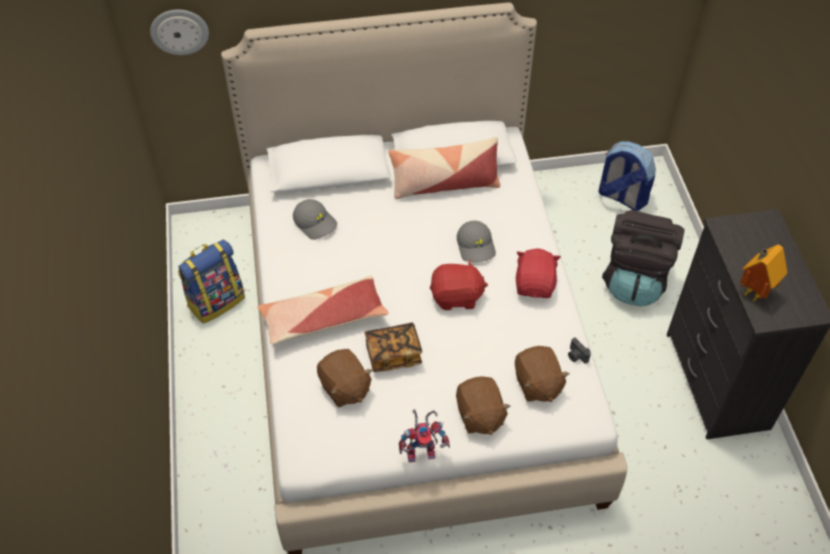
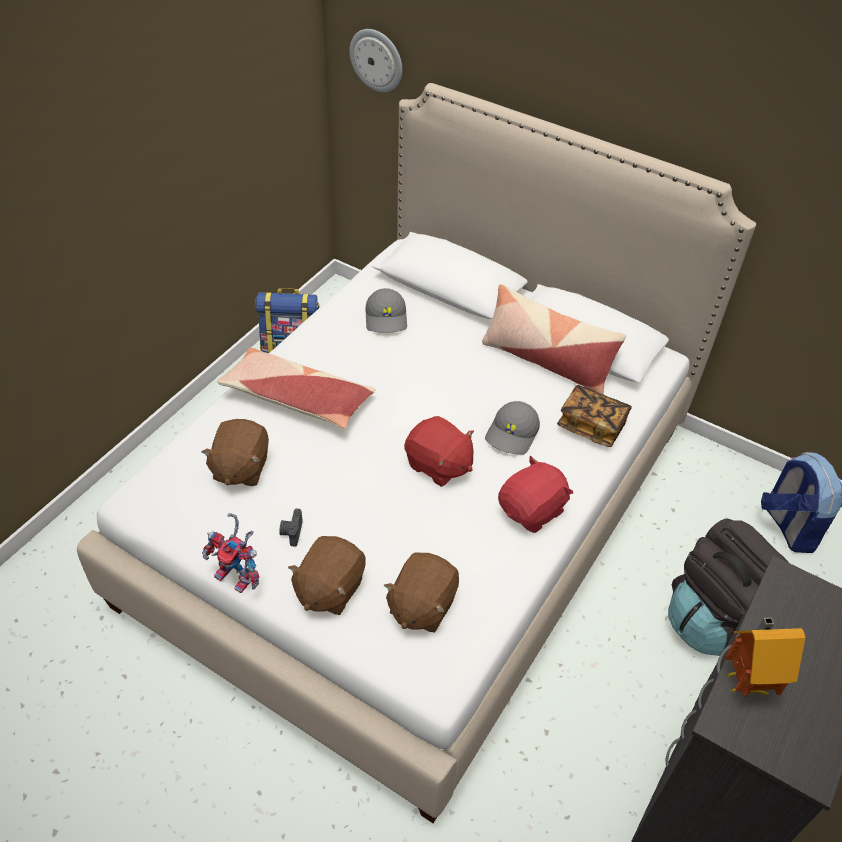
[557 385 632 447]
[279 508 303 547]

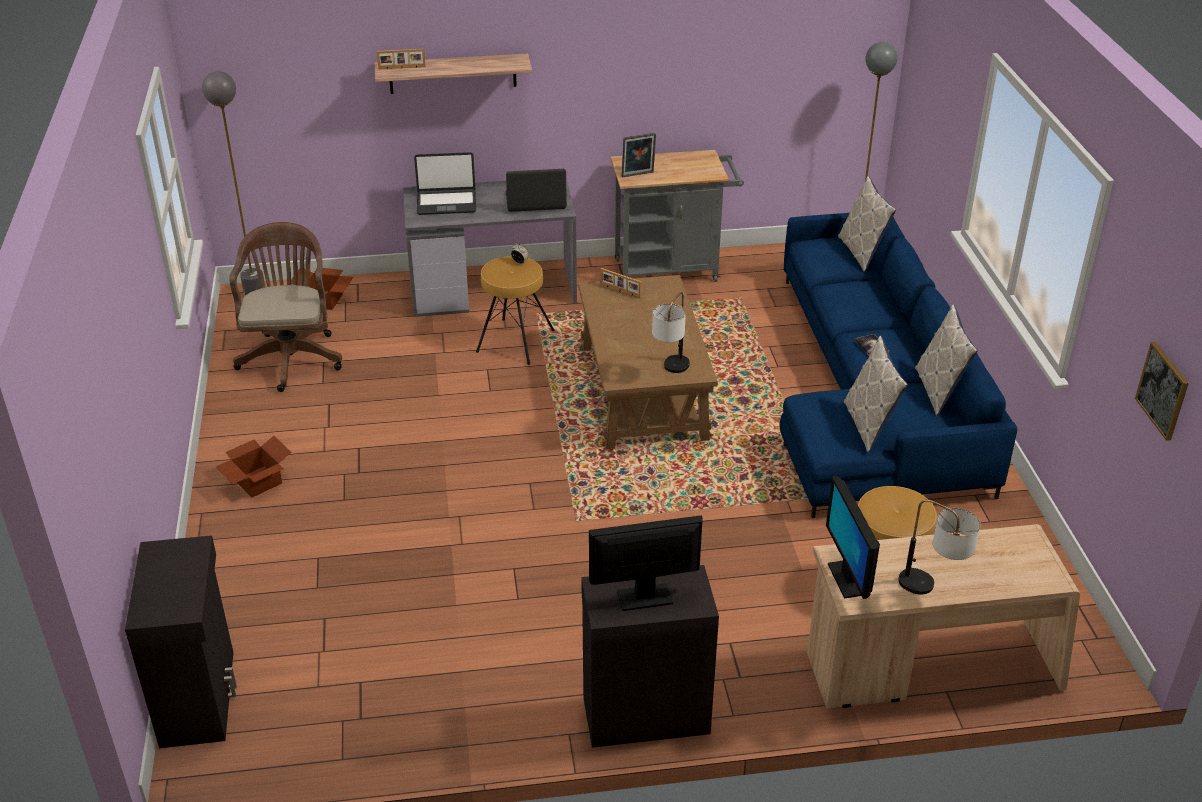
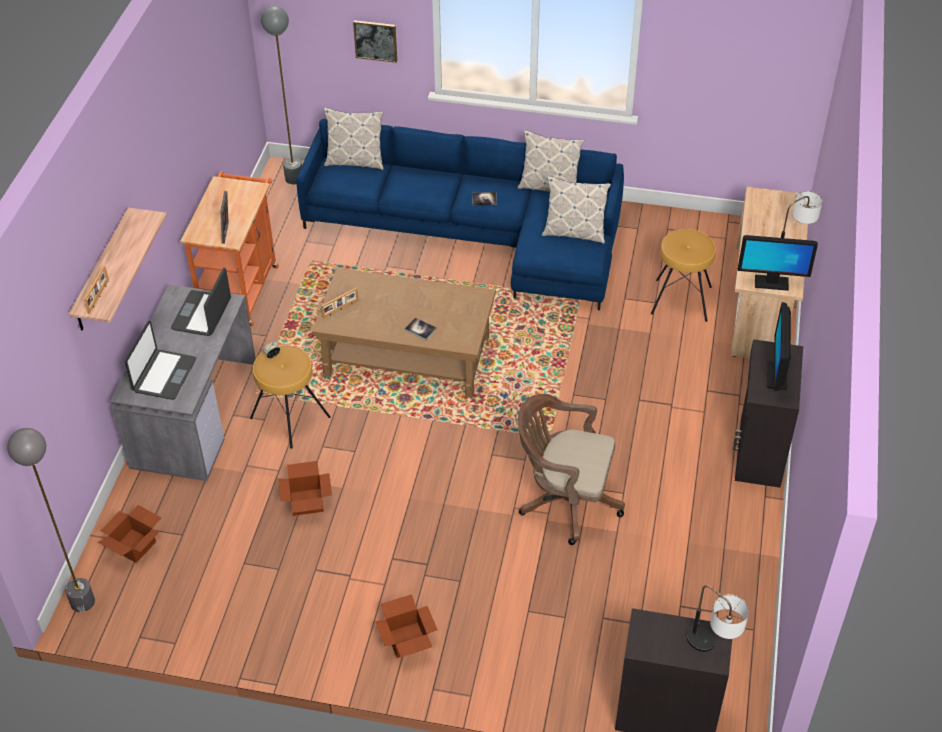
[518 394 625 545]
[180 171 279 327]
[687 585 749 652]
[353 20 397 63]
[278 461 332 516]
[404 318 437 340]

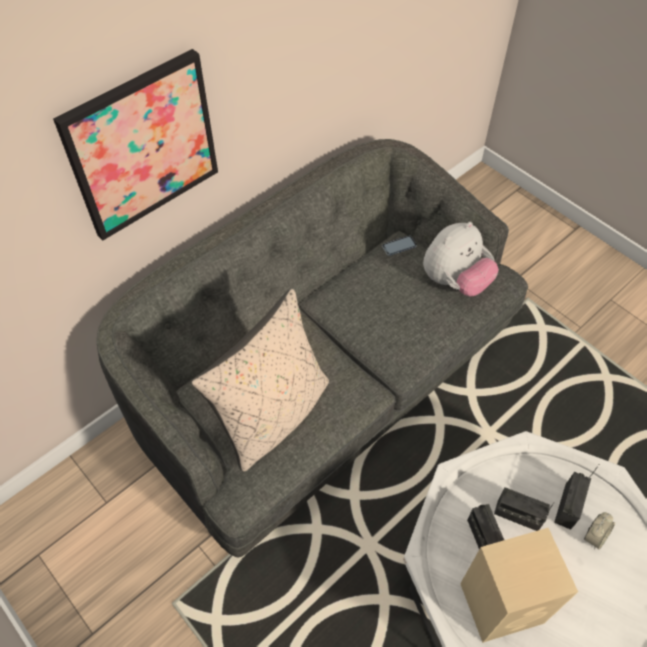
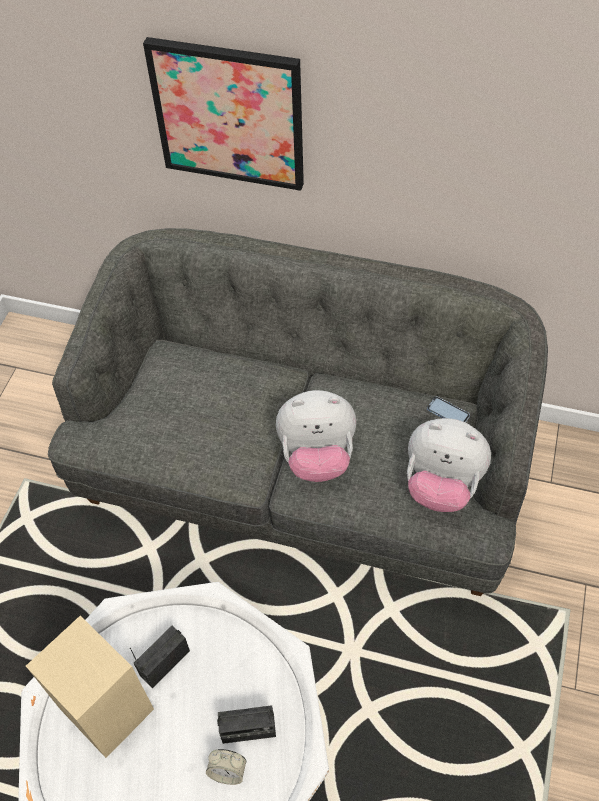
[191 289 329 472] (first image)
[494 487 554 531] (first image)
[276 390 356 482]

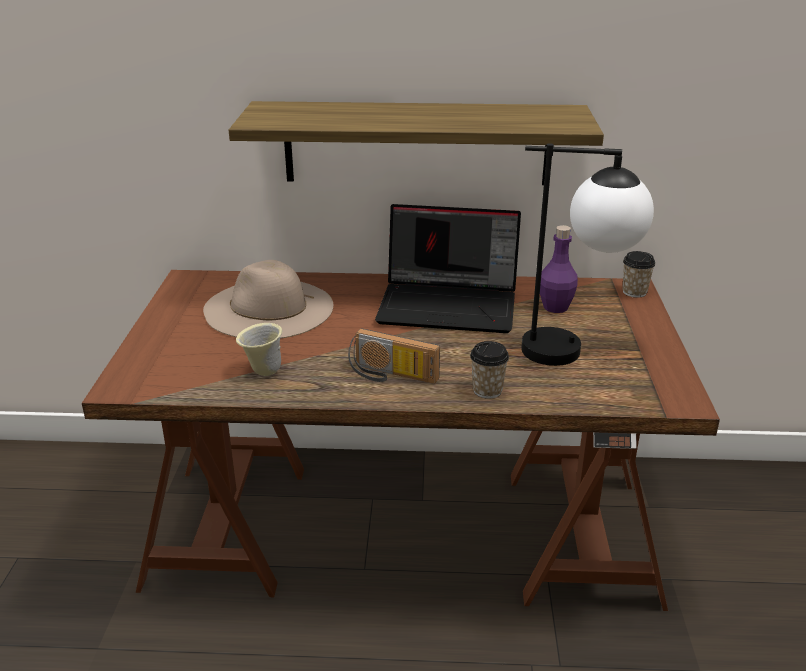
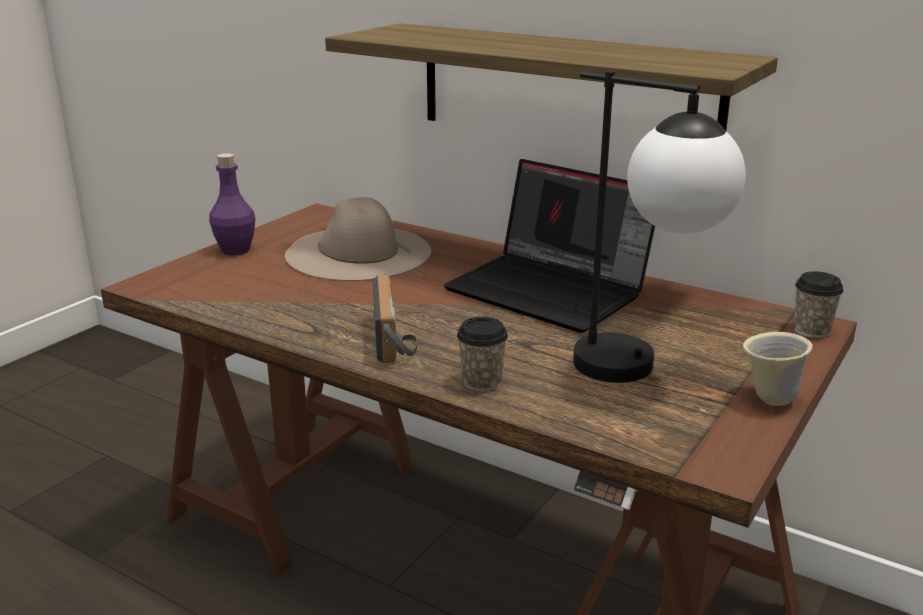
[743 332 813 406]
[373 275 417 363]
[209 153 255 255]

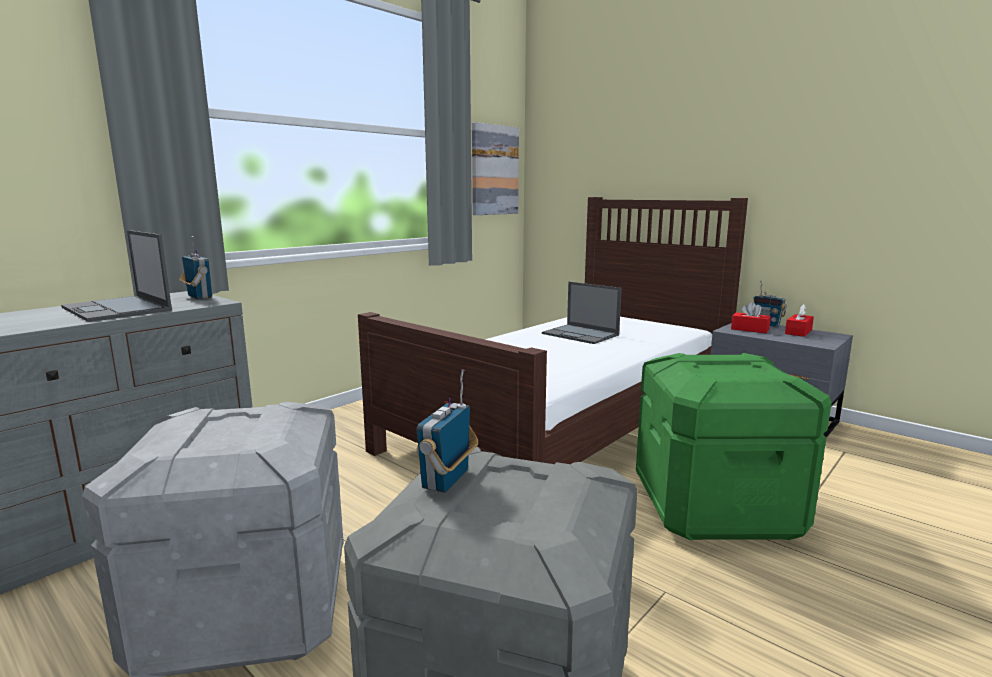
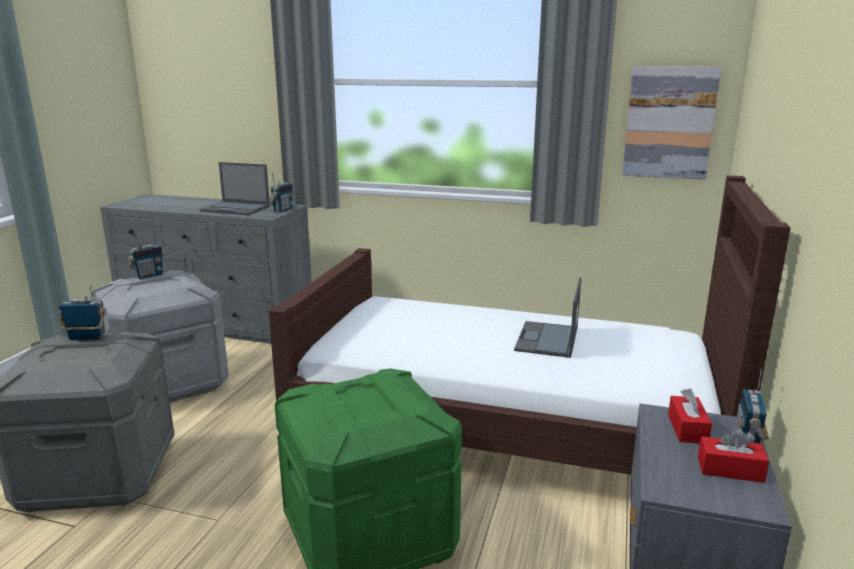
[199 162 270 215]
[128 234 164 279]

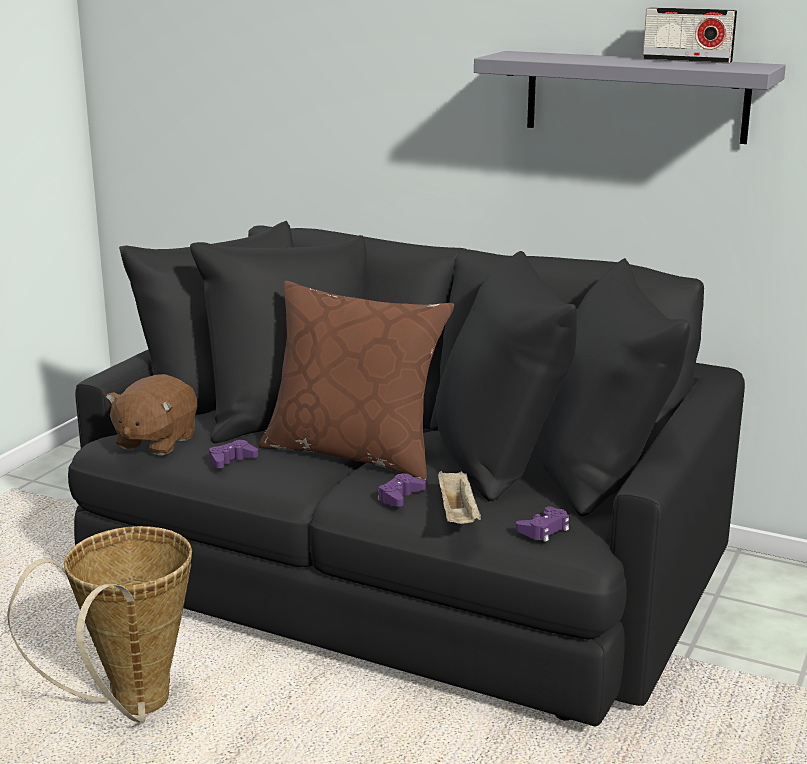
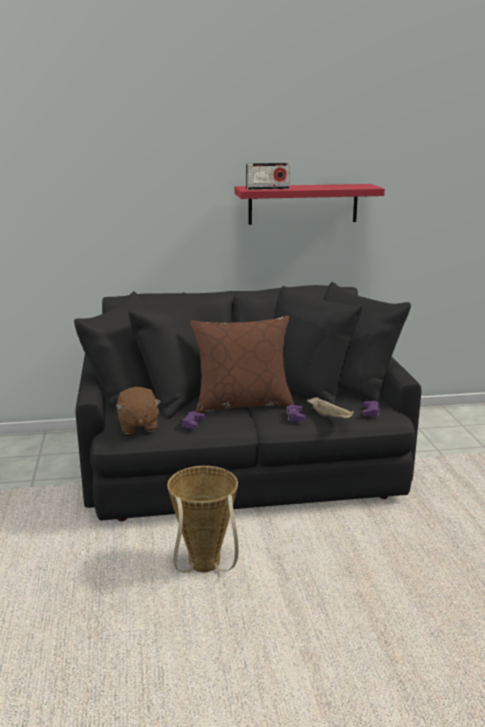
[234 184 385 225]
[246 163 290 190]

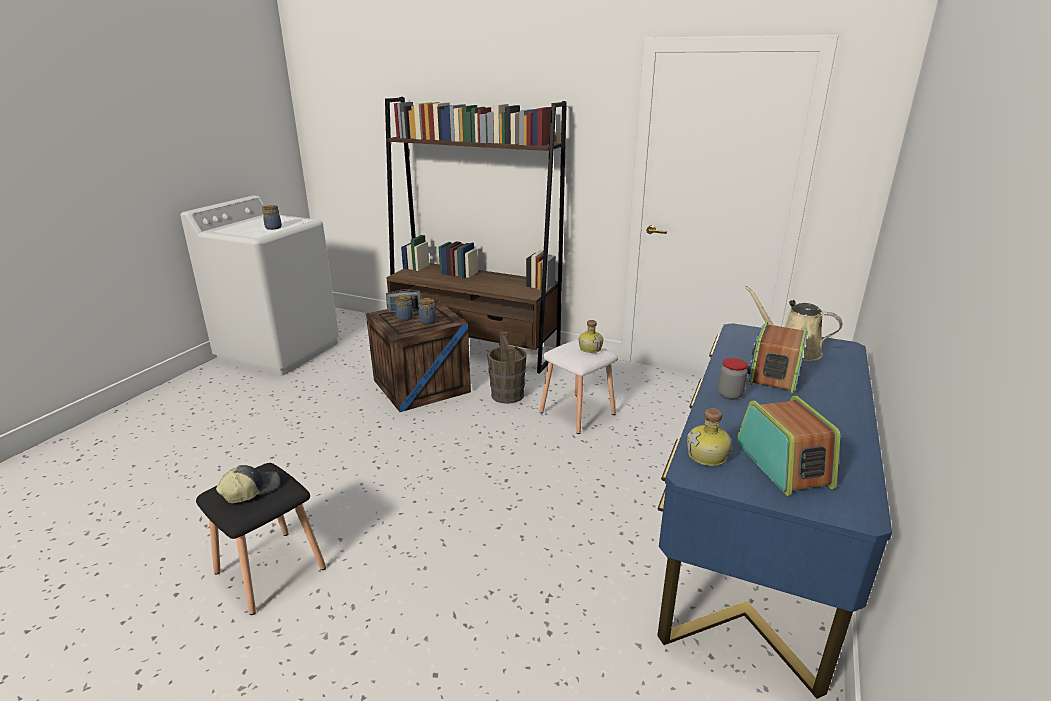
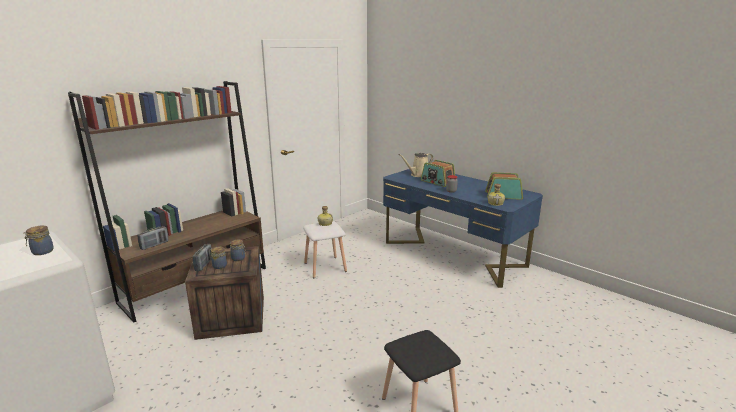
[216 465 280 503] (first image)
[487 332 527 404] (first image)
[137 226 169 250]

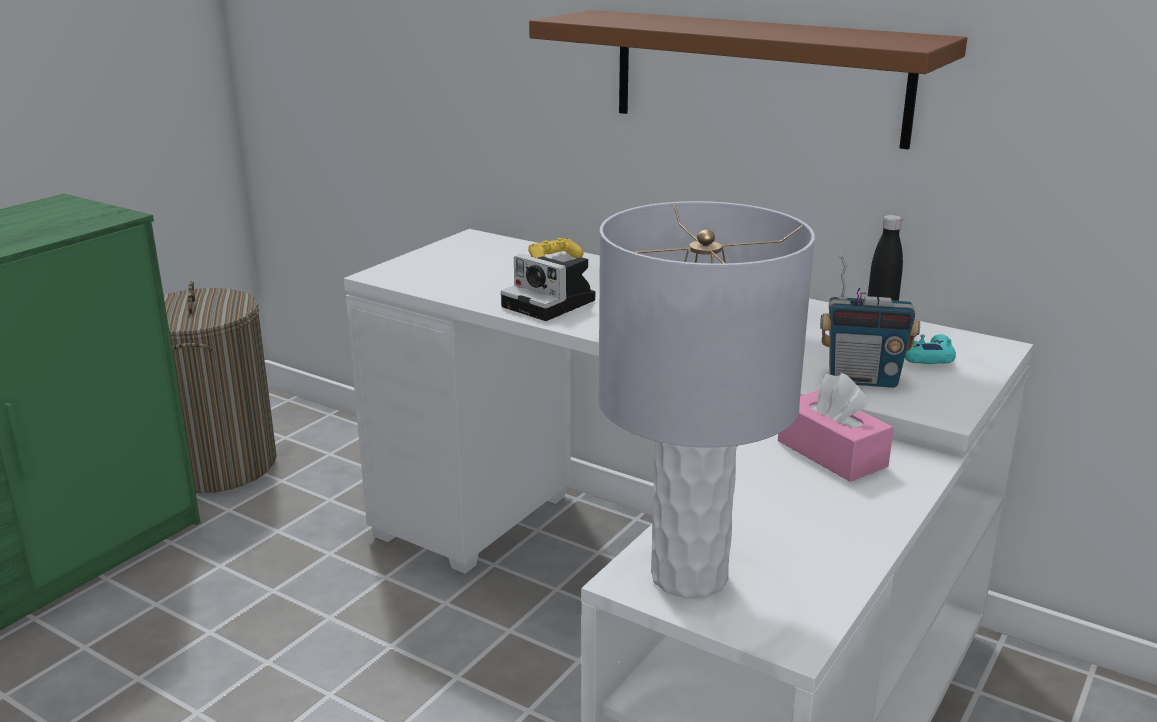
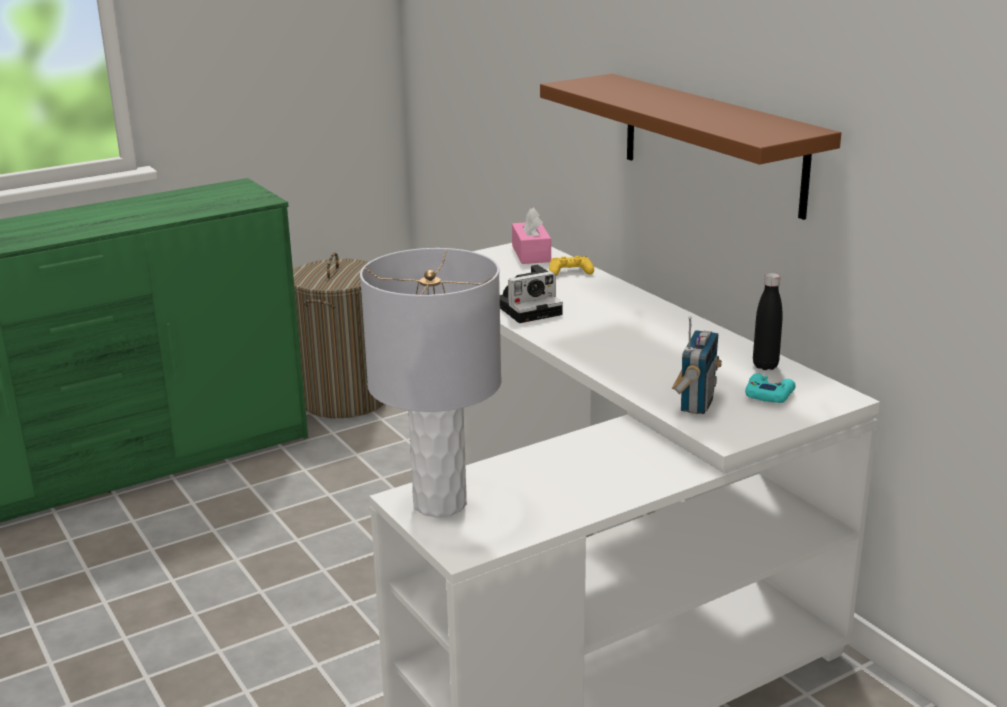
[500 265 563 323]
[512 208 551 264]
[672 316 722 414]

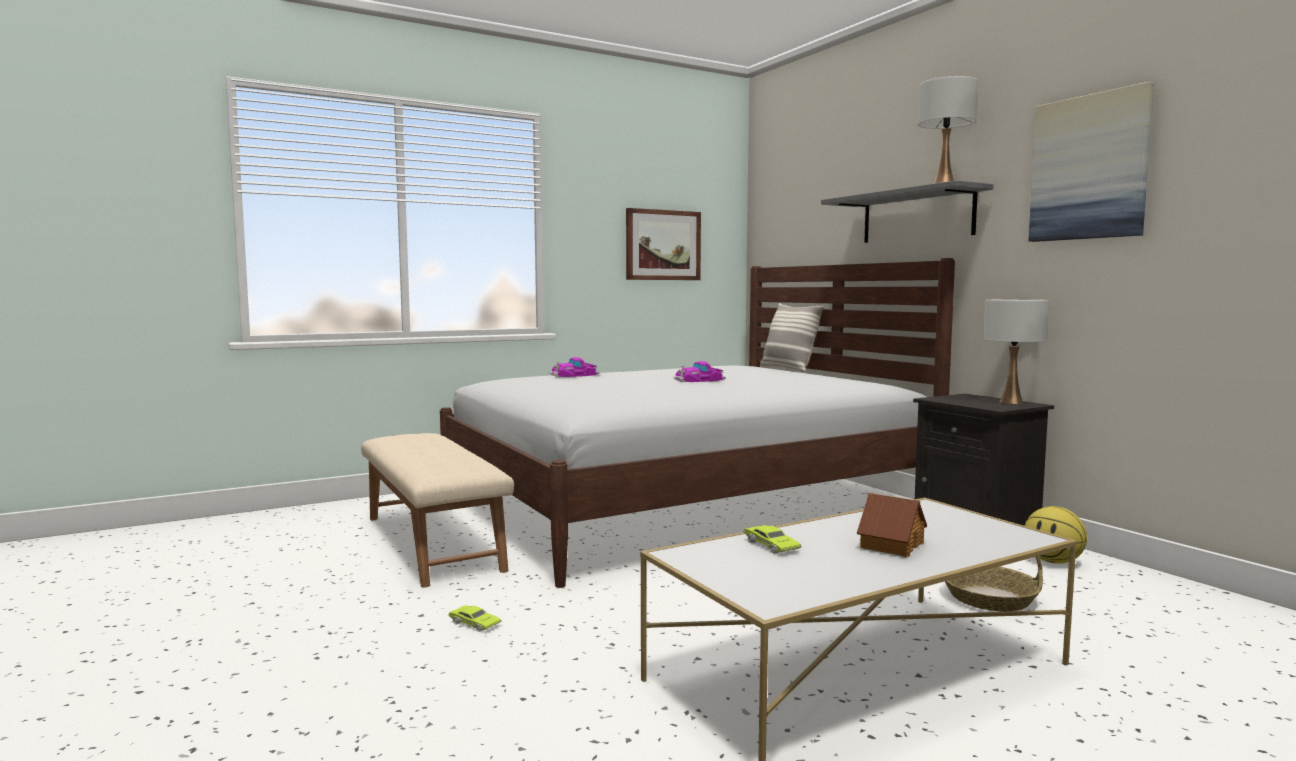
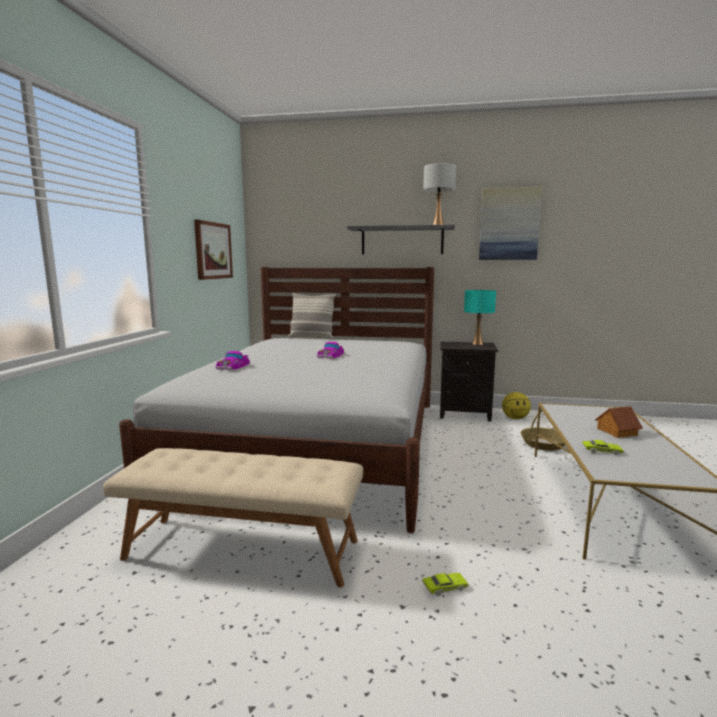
[464 290 496 345]

